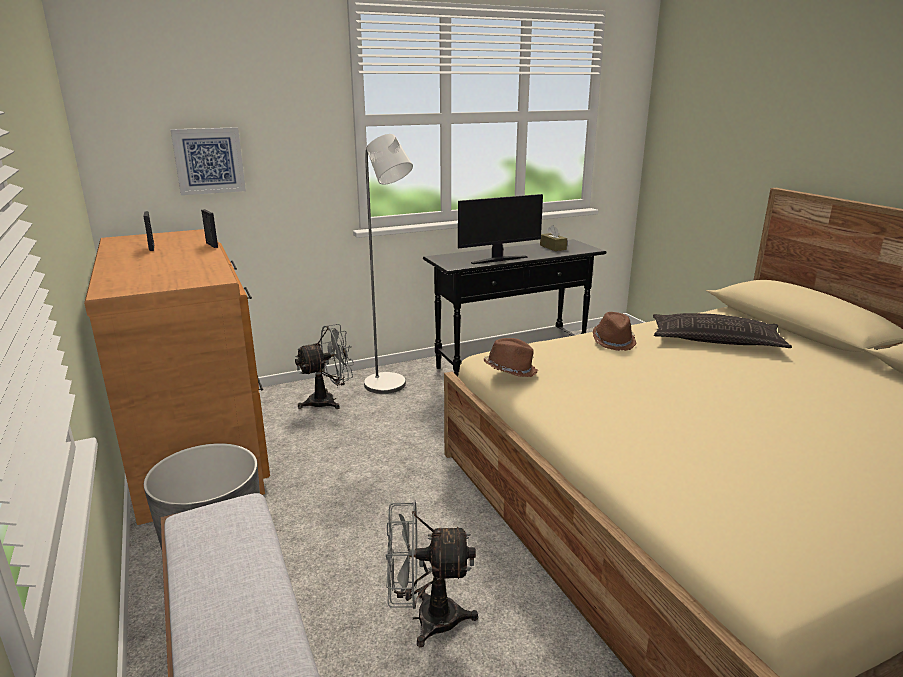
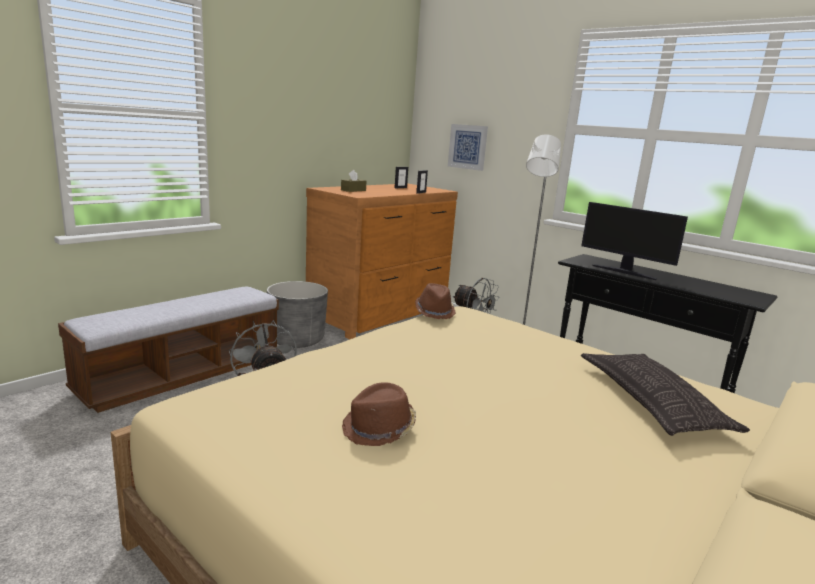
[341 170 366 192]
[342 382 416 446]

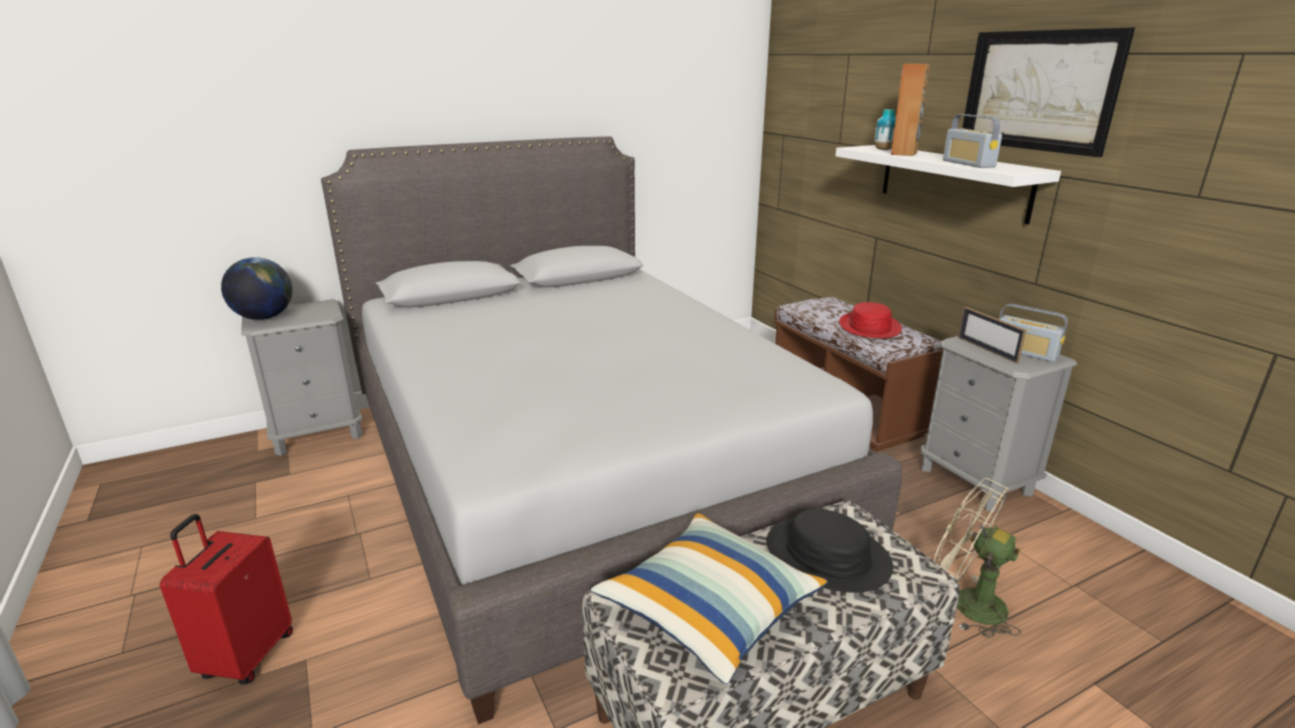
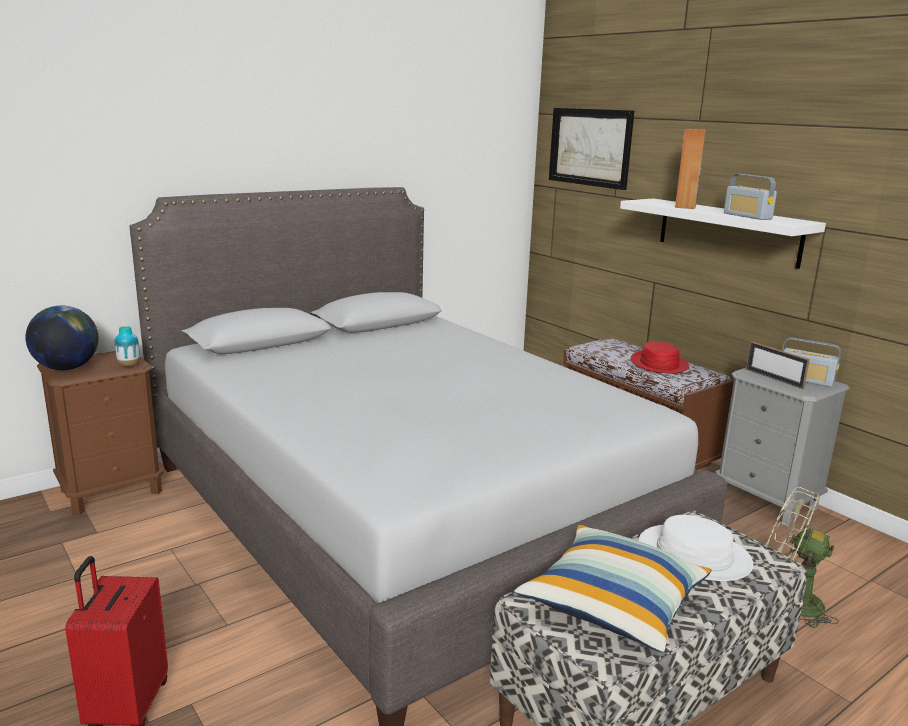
[37 351 164 515]
[638 515 753 581]
[115 326 140 367]
[549 108 634 190]

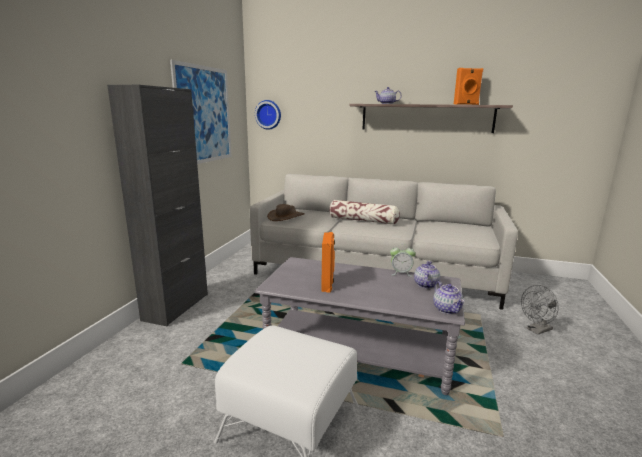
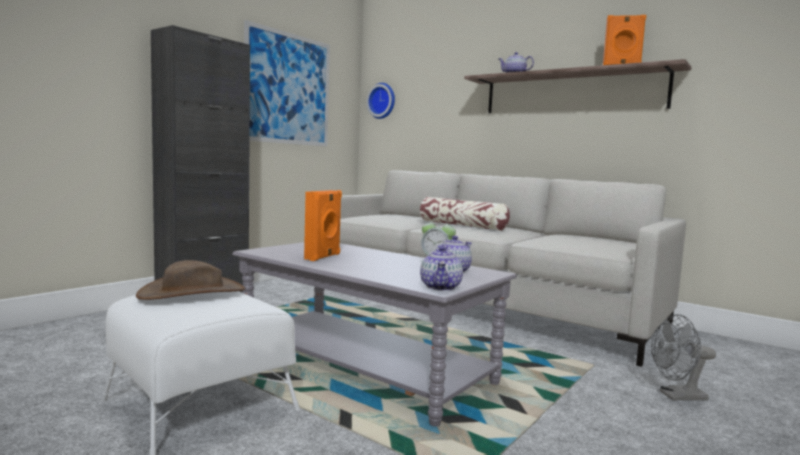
[136 260 246 300]

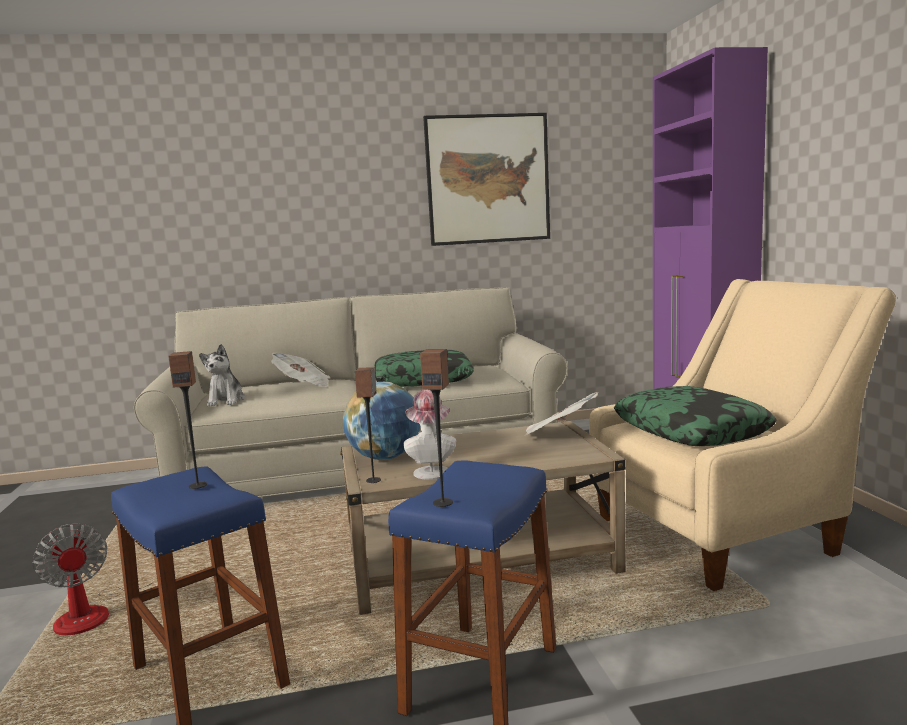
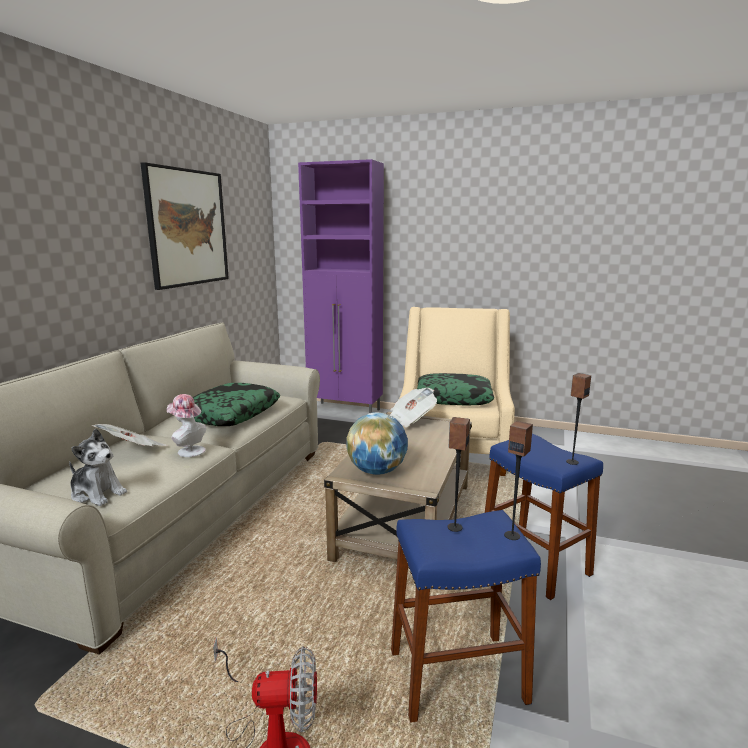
[504 421 533 540]
[167 394 206 457]

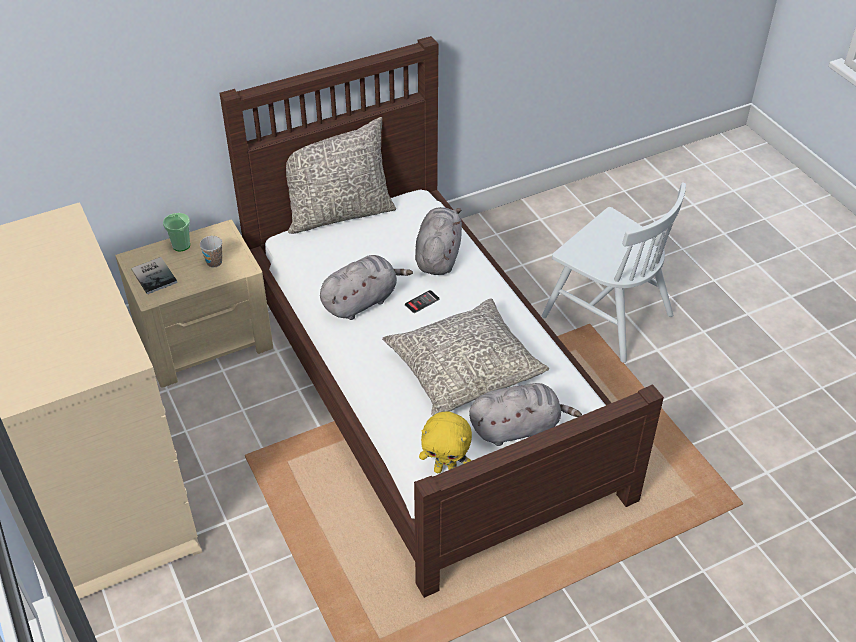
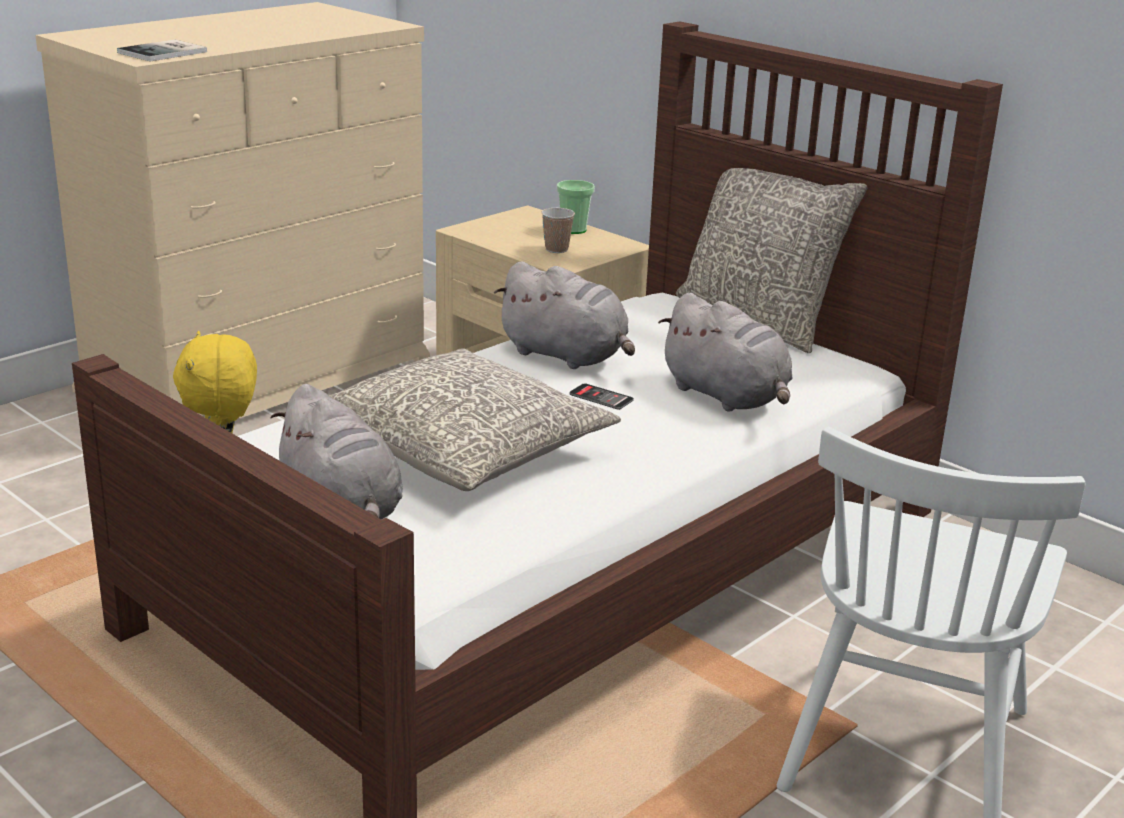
[117 39 207 61]
[658 293 793 412]

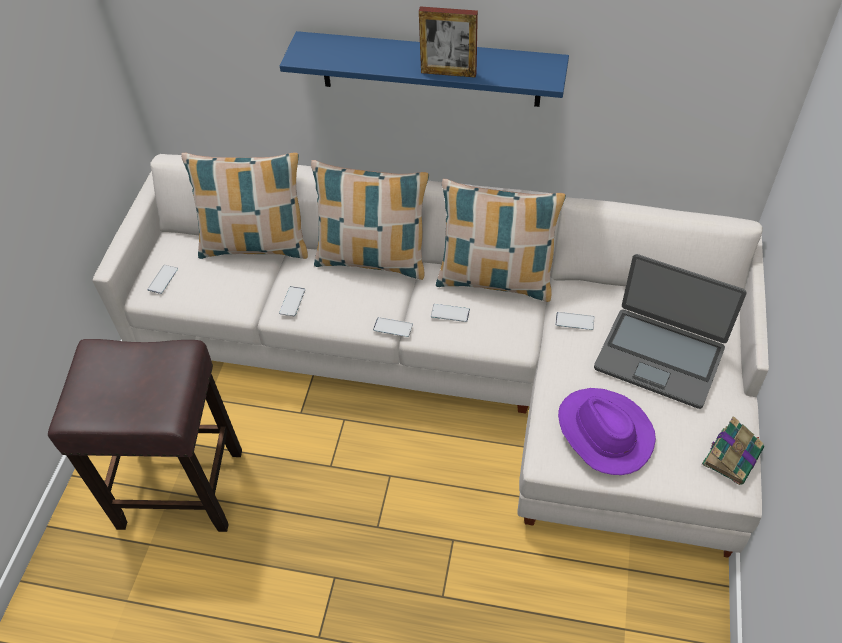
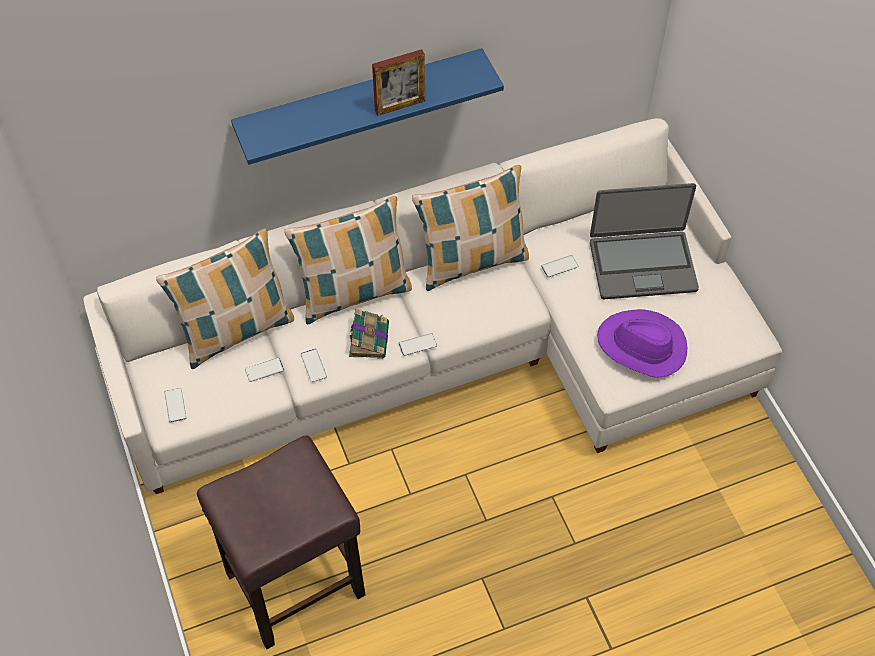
[245 358 284 382]
[349 308 389 359]

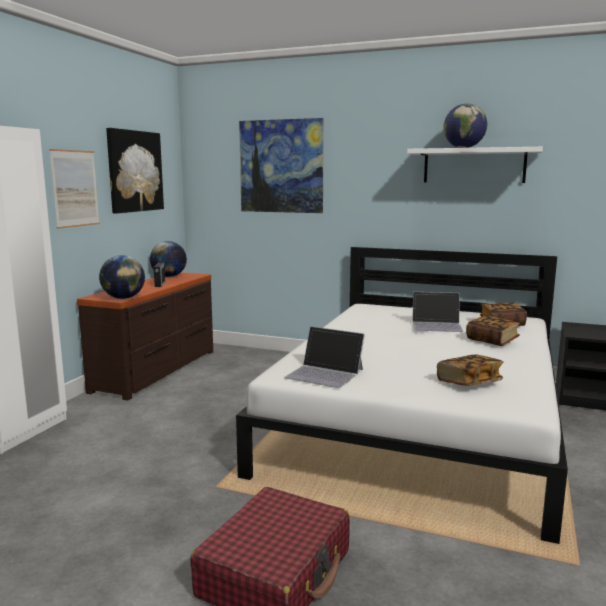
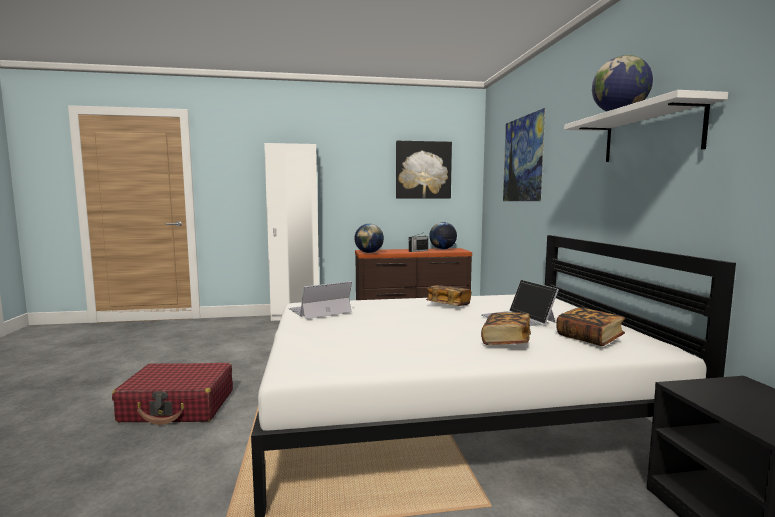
[49 149 100 229] (first image)
[289 281 352 319]
[426 285 471 306]

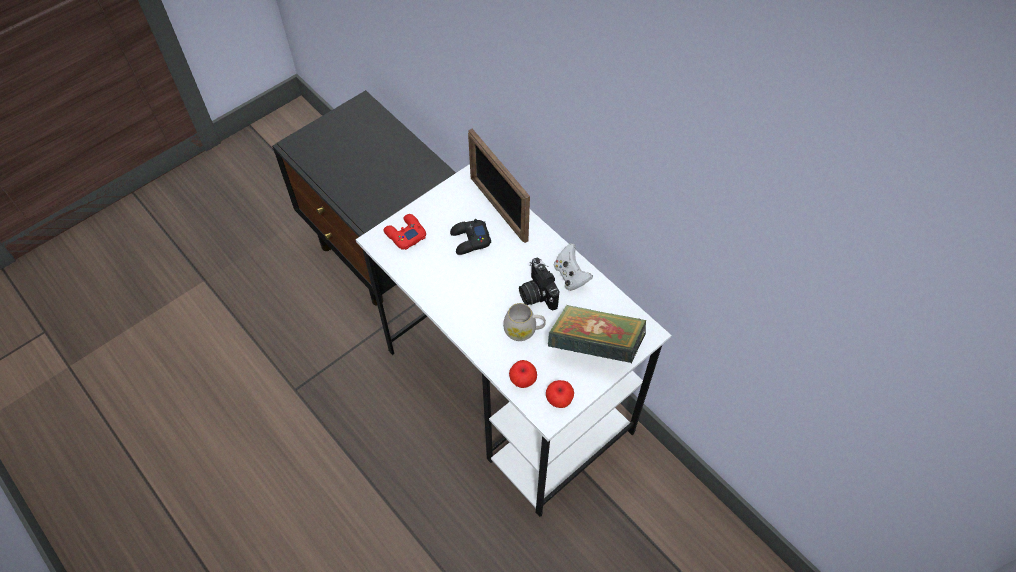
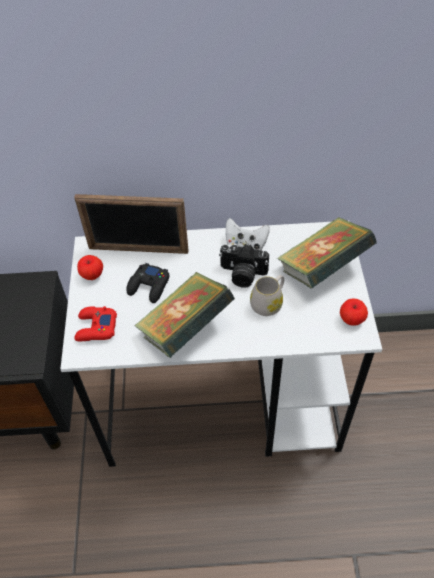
[77 255 103 280]
[134 272 235 358]

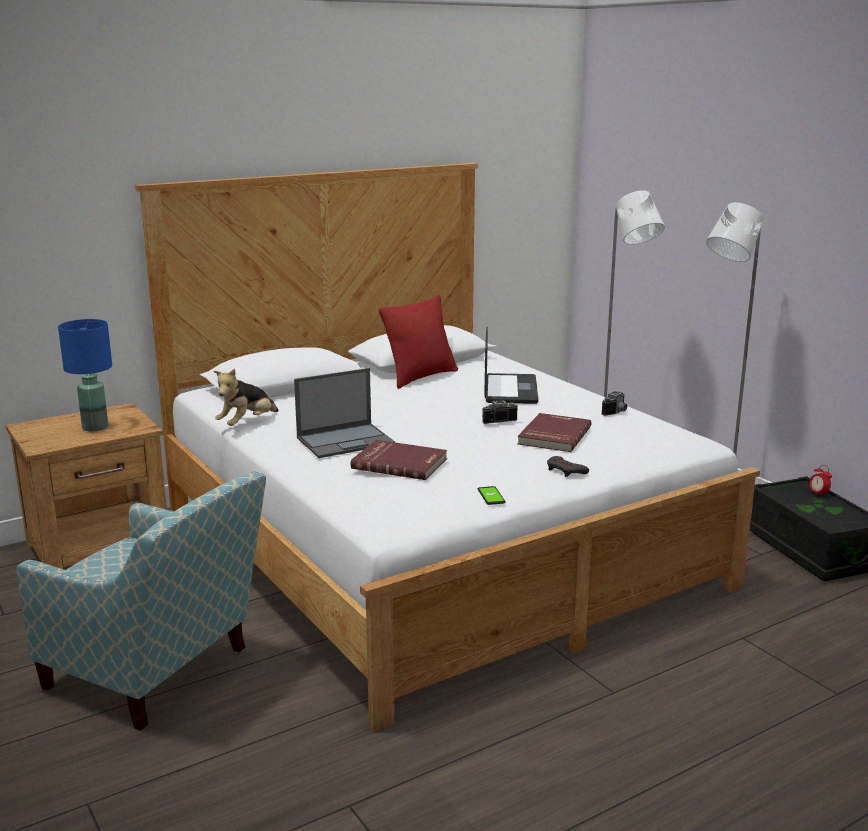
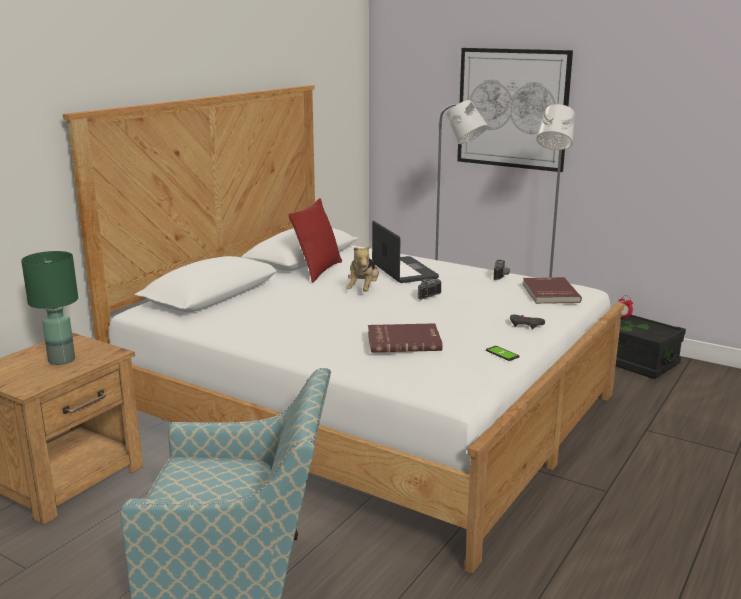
[21 251 78 365]
[346 244 379 292]
[294 368 395 458] (first image)
[523 277 582 304]
[457 48 573 172]

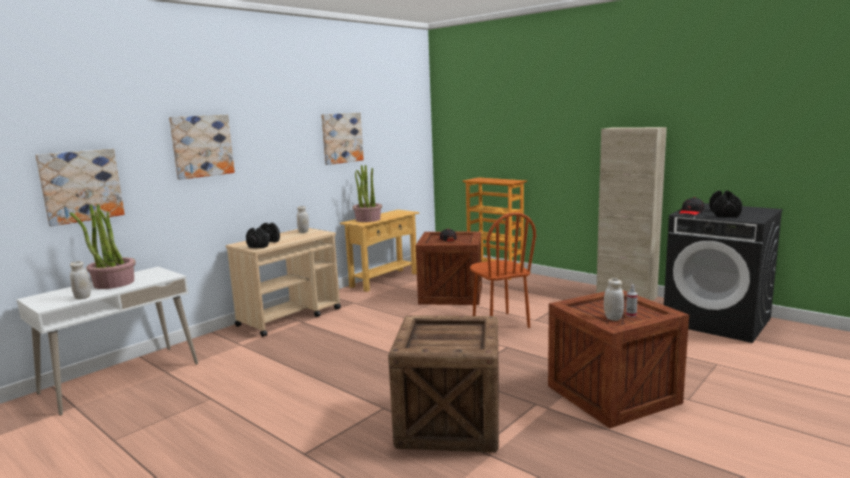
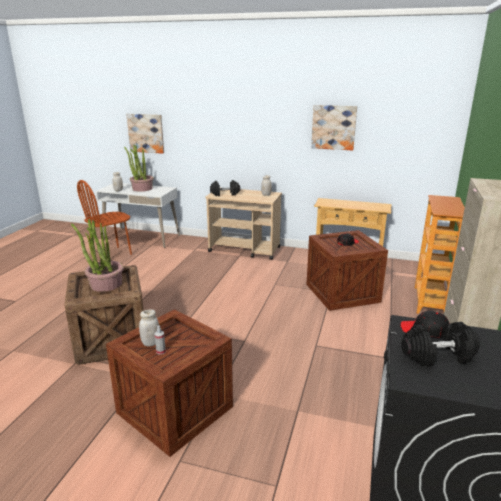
[169 115 235 180] (first image)
[71 219 124 292]
[77 180 132 255]

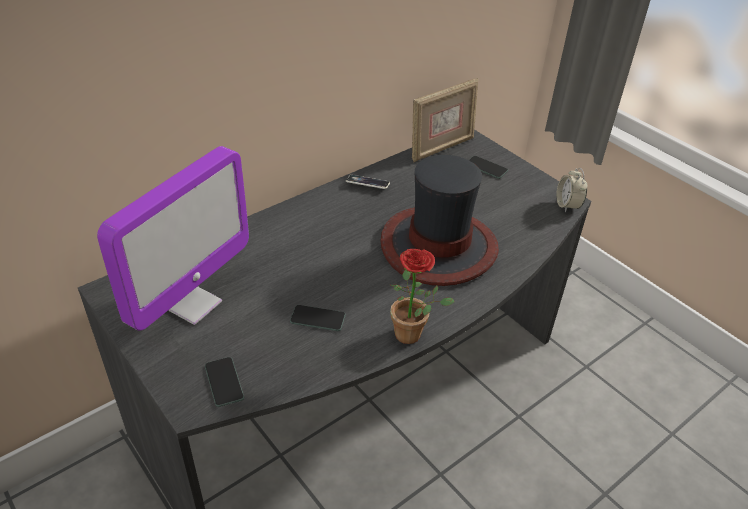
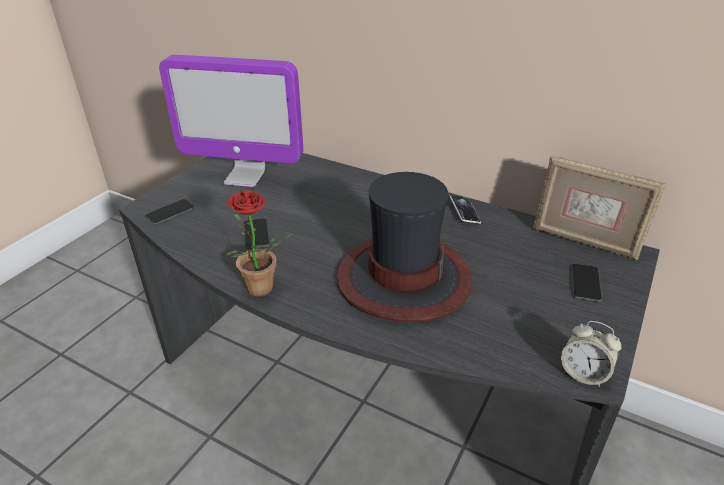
[561 321 622 387]

